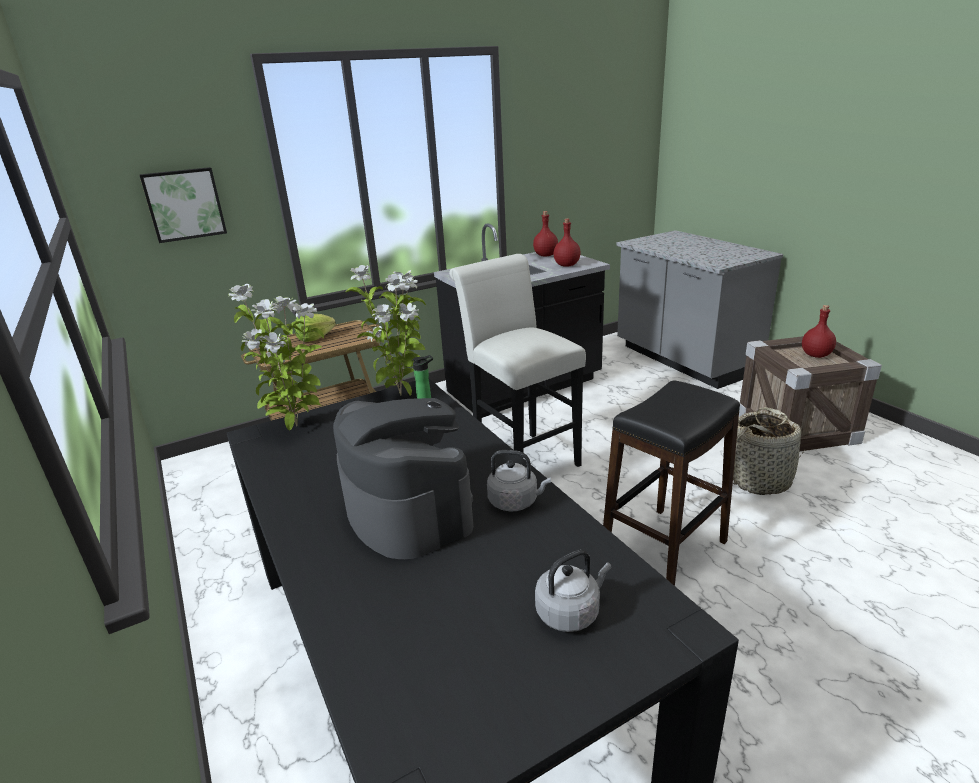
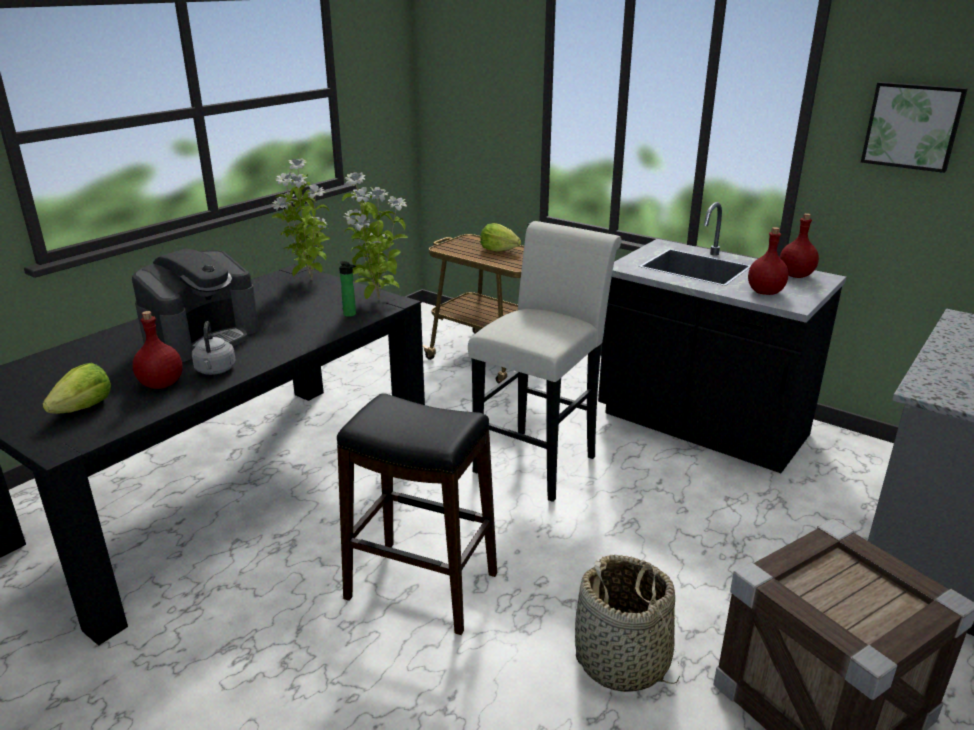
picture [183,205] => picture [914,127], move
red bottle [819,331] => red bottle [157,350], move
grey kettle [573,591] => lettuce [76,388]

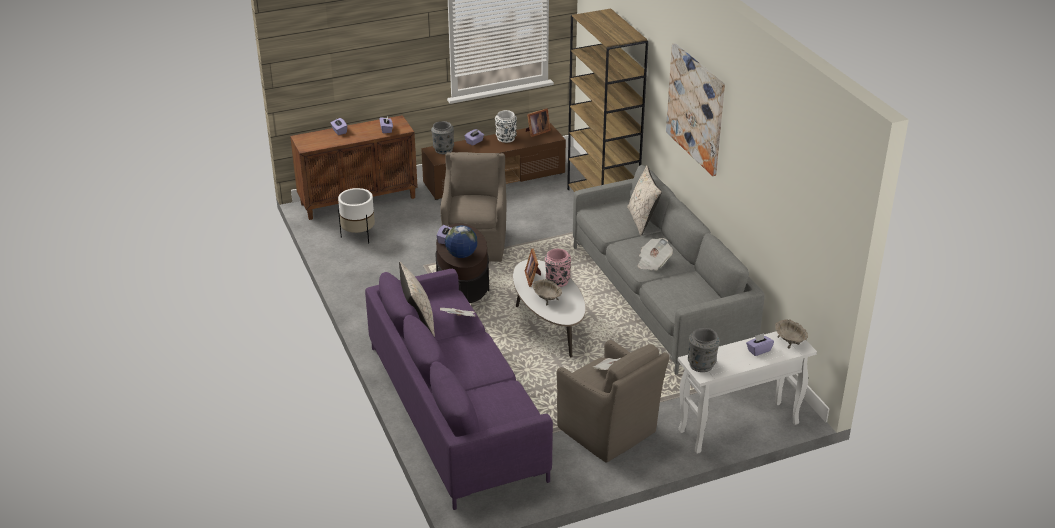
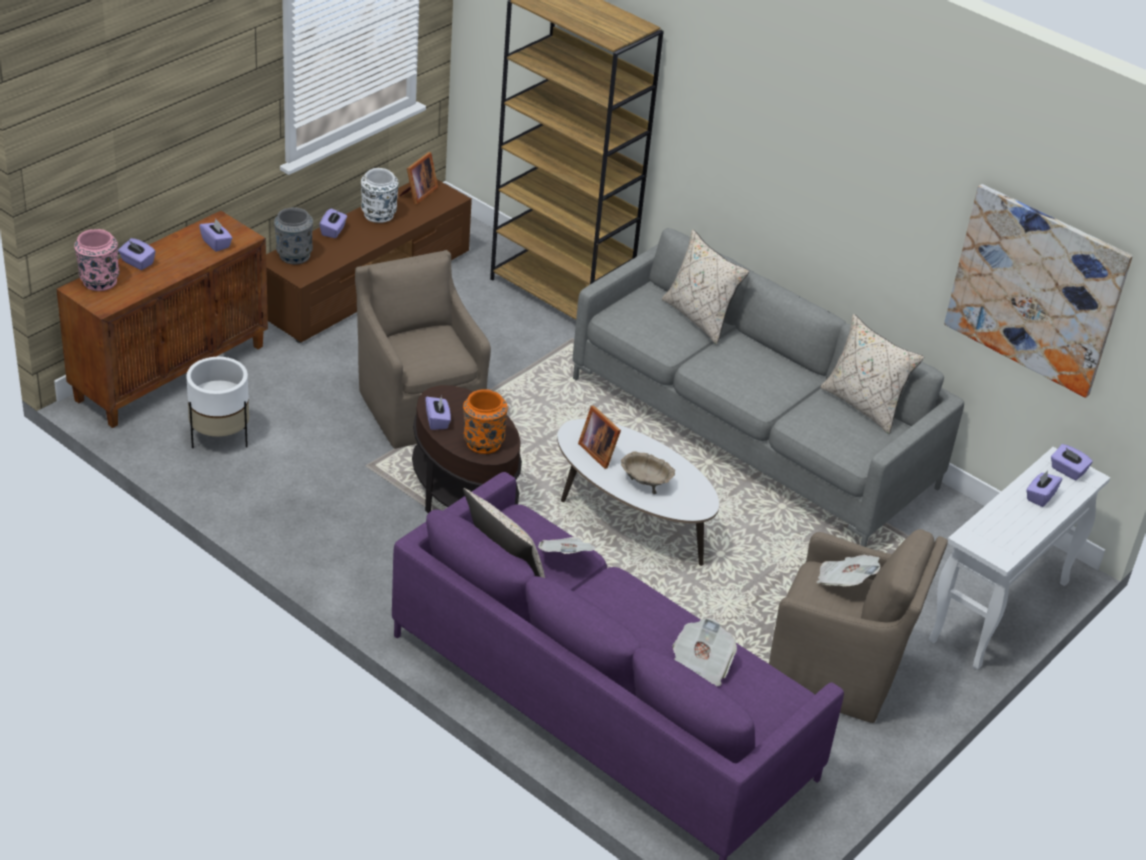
grey vase [704,350] => nothing
nothing => beige pillow [872,374]
pink vase [558,268] => pink vase [97,260], move
newspaper [655,254] => newspaper [705,652], move
picture [695,109] => picture [1038,291], move
globe [461,241] => orange vase [485,421]
beige bowl [791,334] => purple tissue box [1072,462]

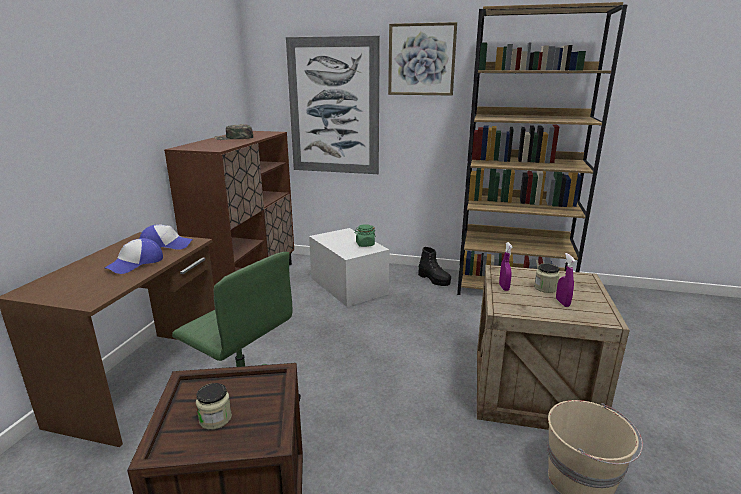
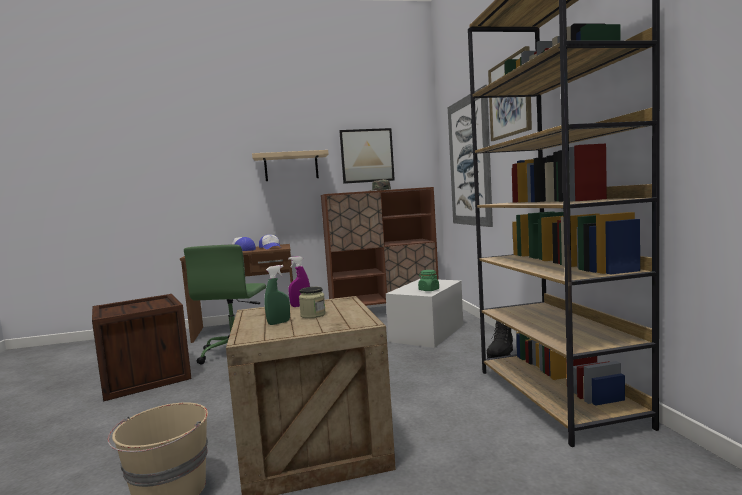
jar [214,406] => nothing
nothing => beige shelf [290,165]
nothing => picture [367,156]
purple spray bottle [565,280] => green spray bottle [277,295]

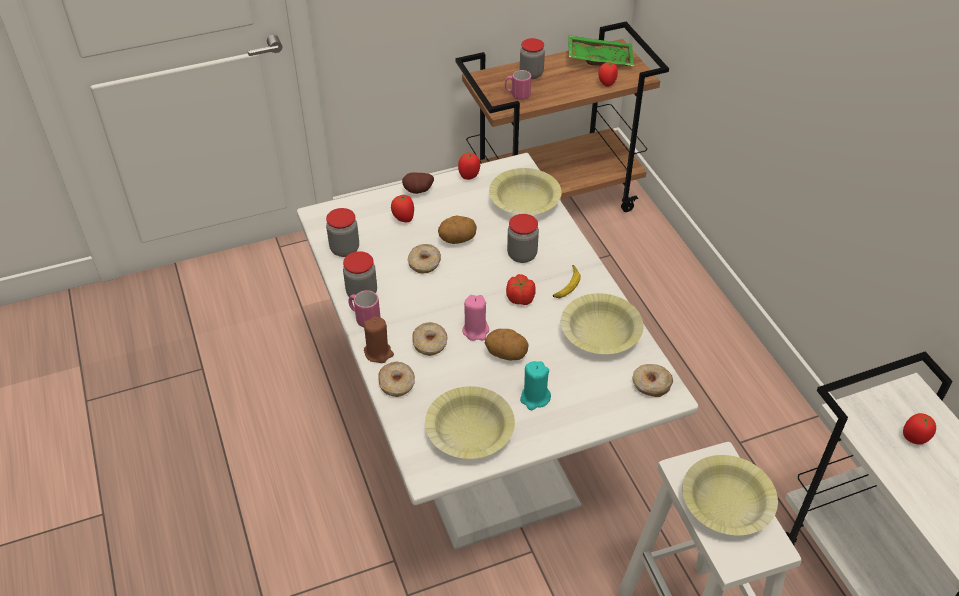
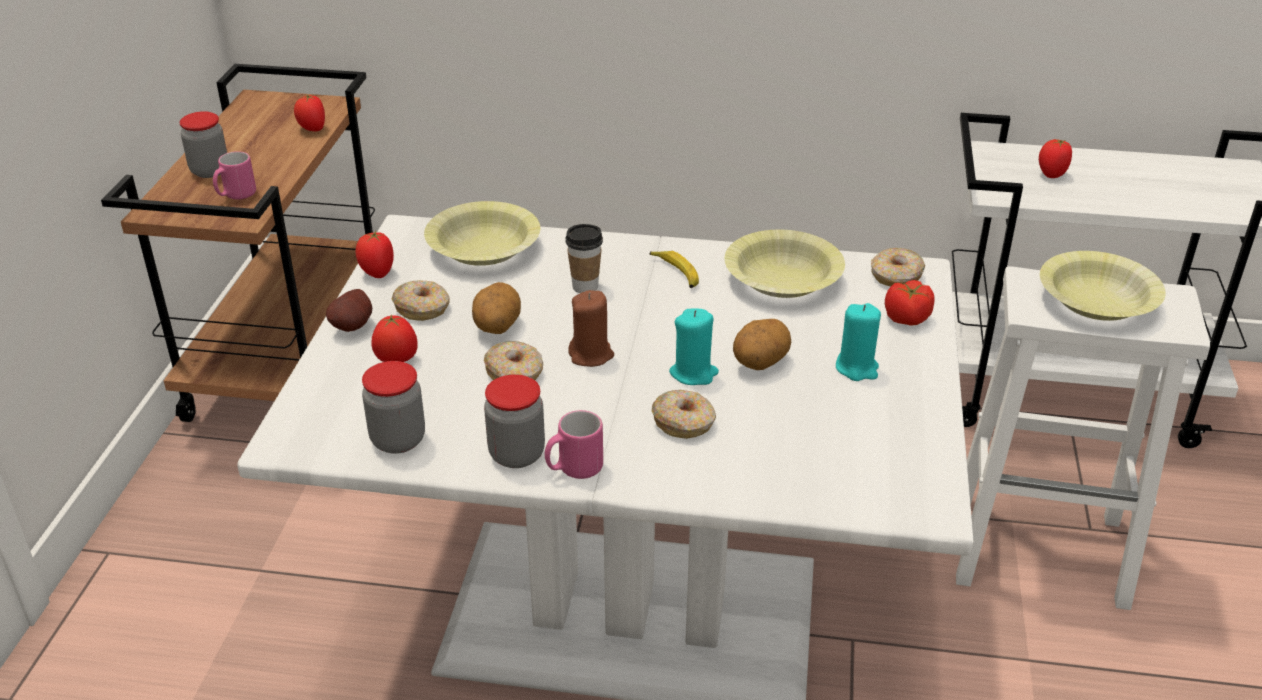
yellow bowl [470,422] => nothing
green tray [601,50] => nothing
brown candle [378,339] => brown candle [591,328], move
donut [396,379] => donut [420,300], move
tomato [521,289] => tomato [910,303], move
jar [523,238] => cup [584,258]
pink candle [475,318] => turquoise candle [694,347]

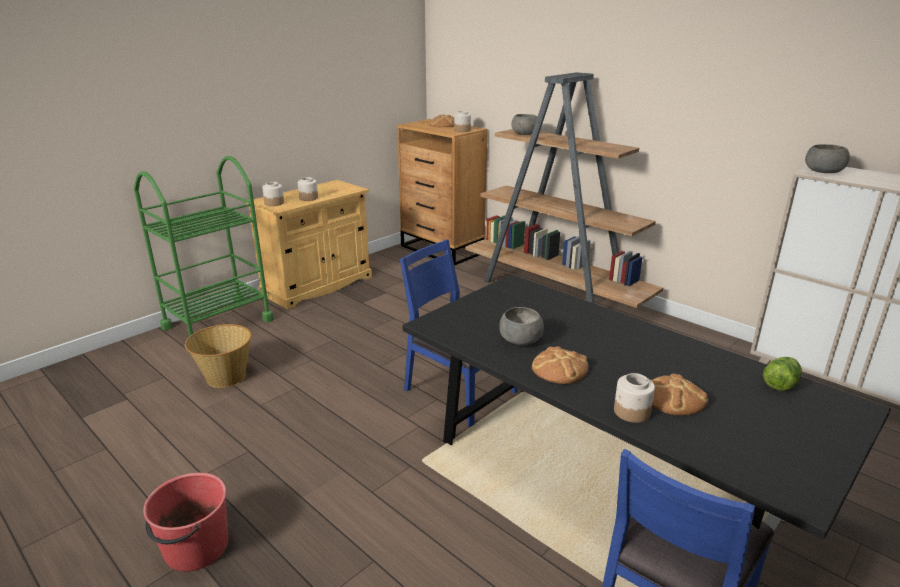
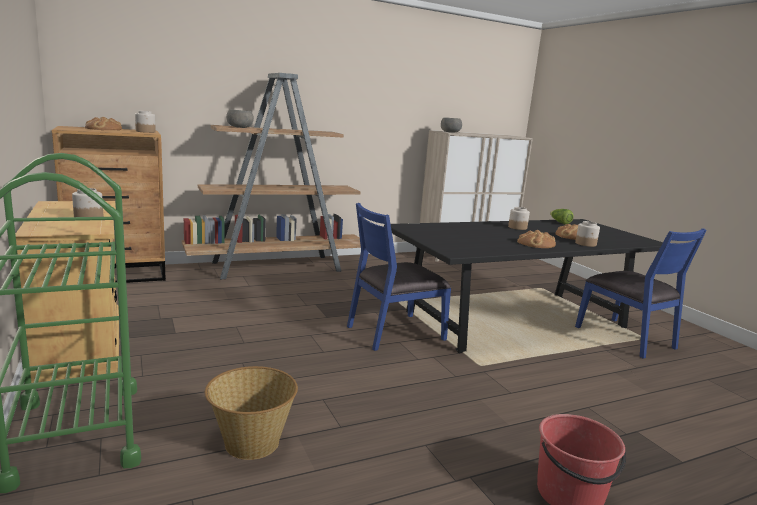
grey bowl [521,326] => nothing
jar [273,194] => jar [519,218], move

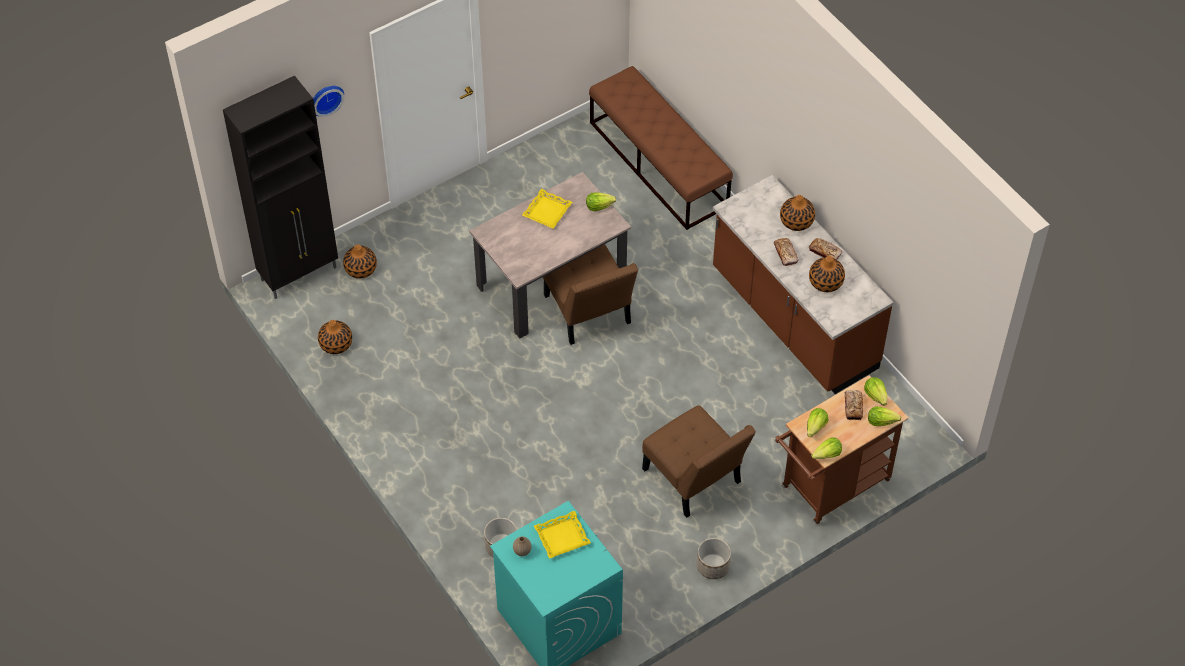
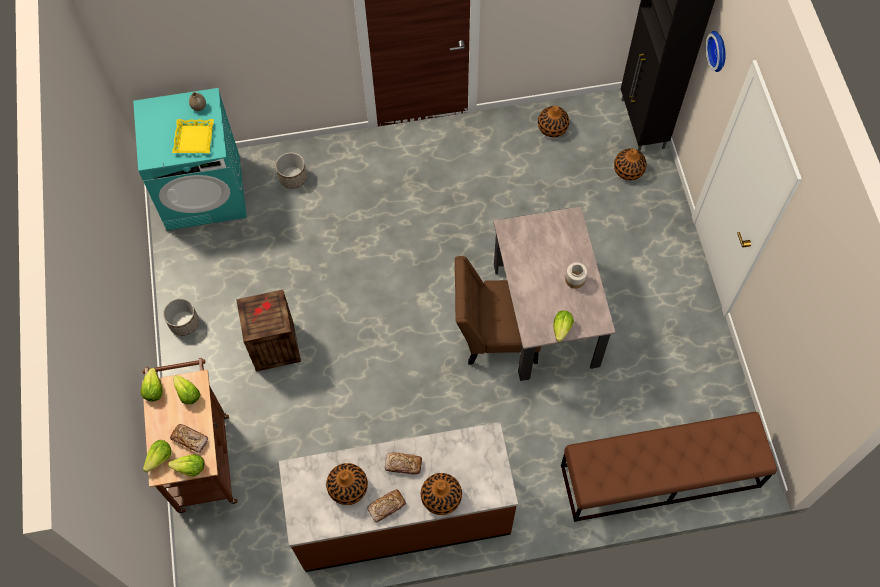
yellow tray [547,209] => jar [576,275]
brown chair [699,461] => crate [268,331]

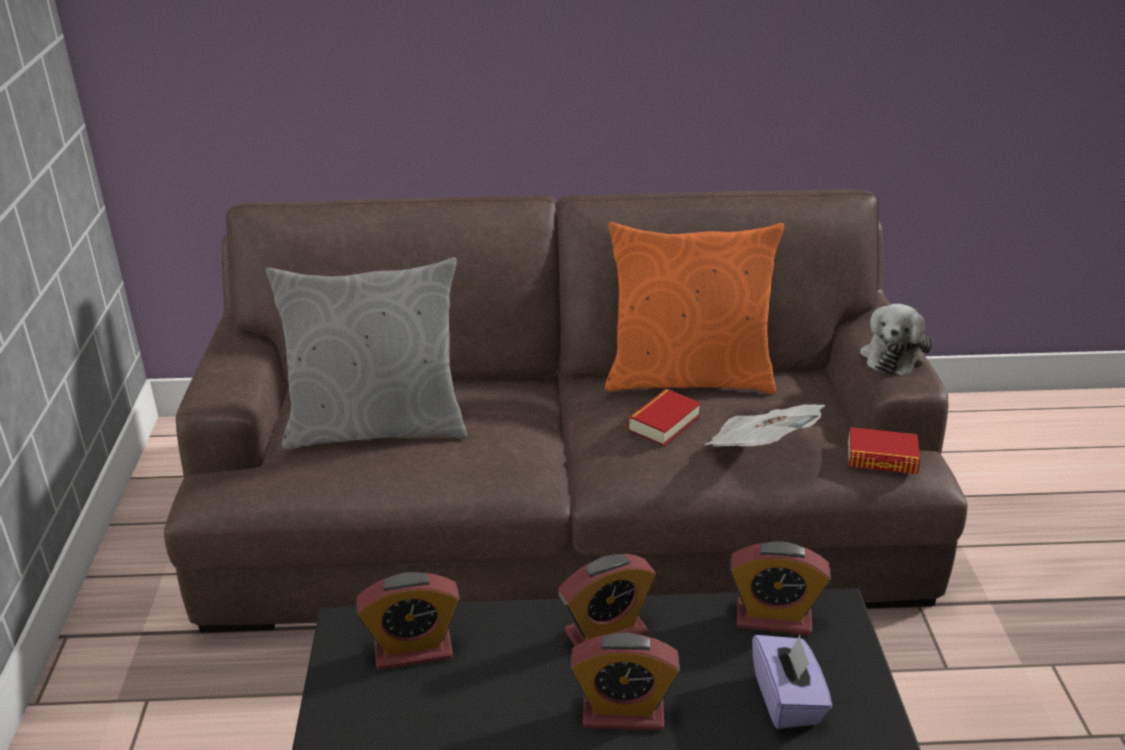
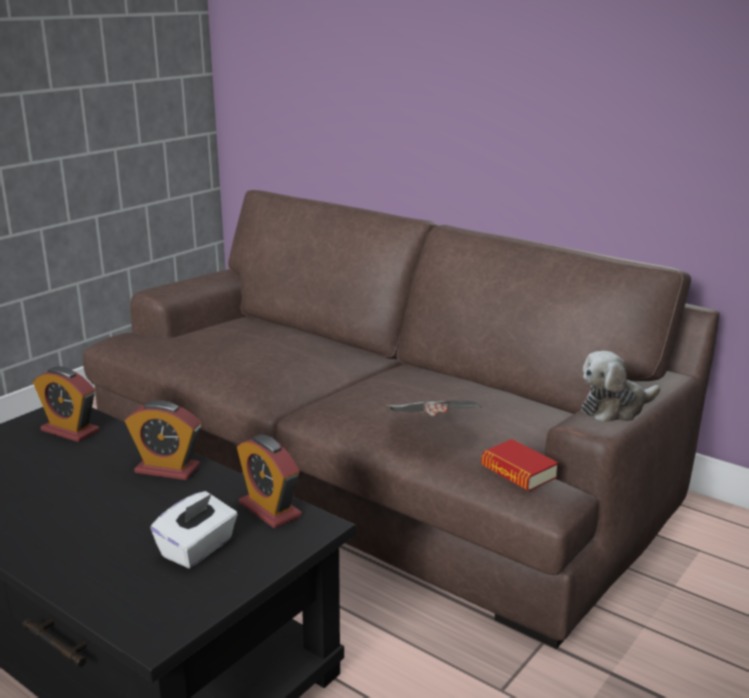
grey pillow [366,353] => nothing
alarm clock [625,681] => nothing
orange pillow [694,308] => nothing
book [664,417] => nothing
purple tissue box [792,682] => white tissue box [194,529]

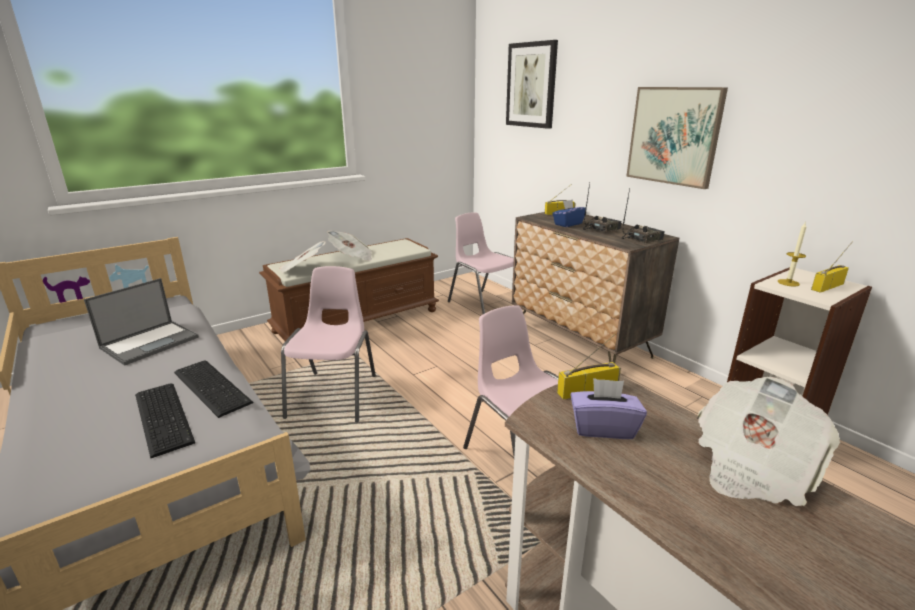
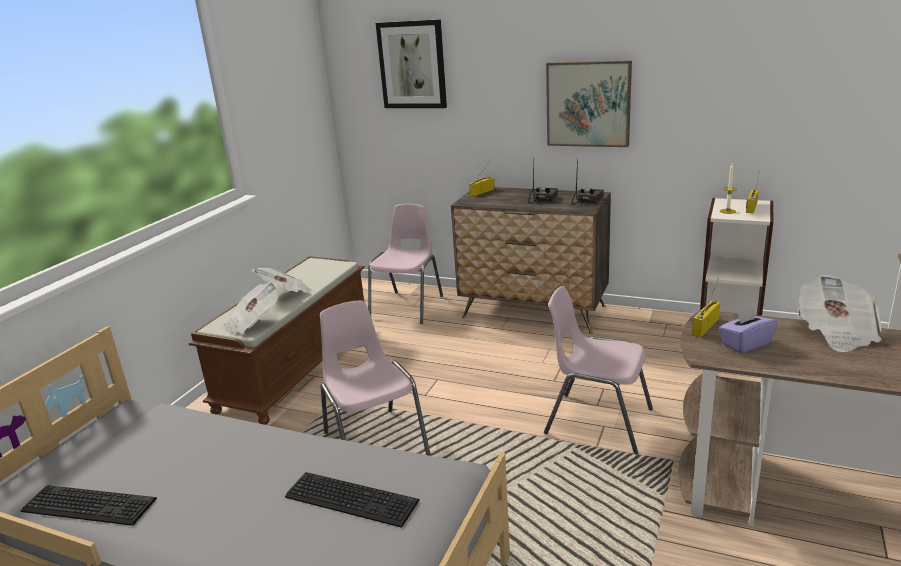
laptop [141,322] => nothing
blue tissue box [569,213] => nothing
keyboard [213,389] => keyboard [89,505], move
pink chair [481,263] => pink chair [405,264], 90 degrees clockwise

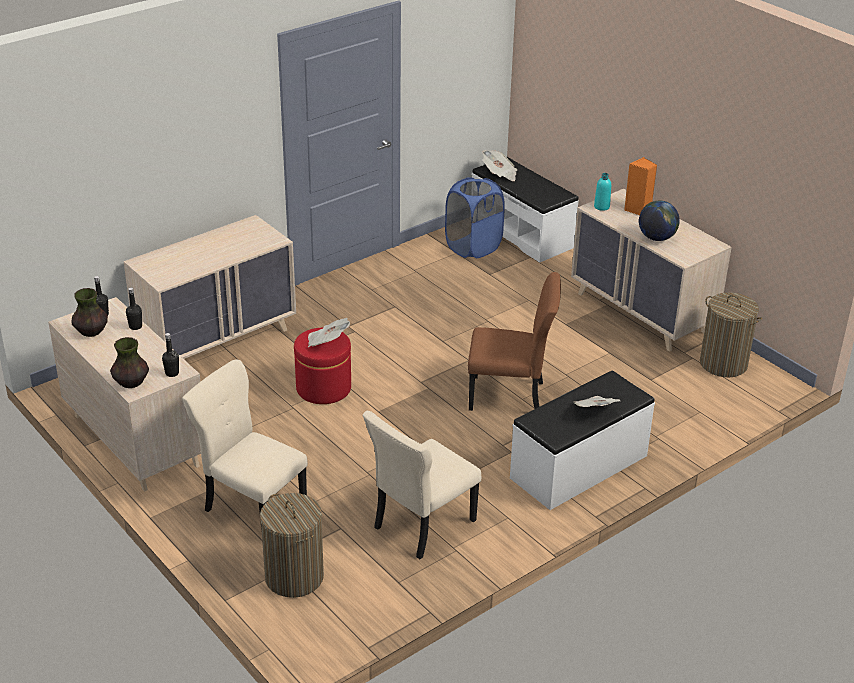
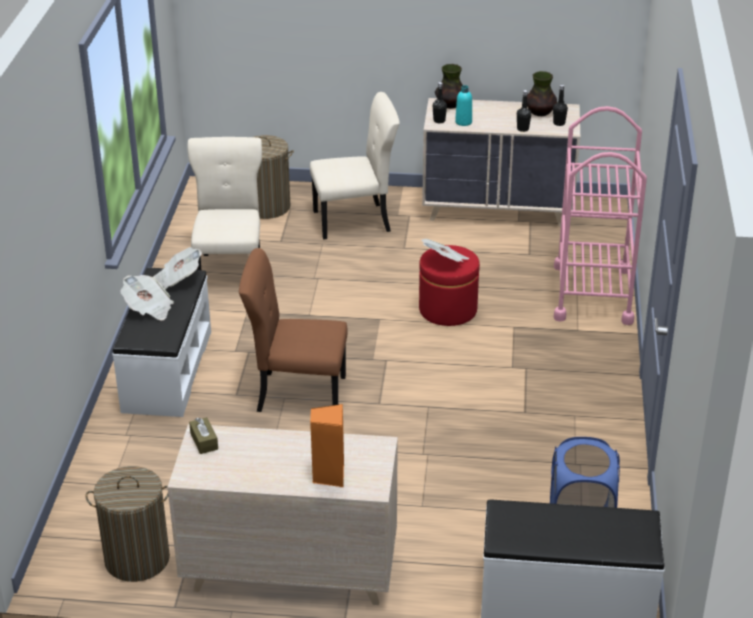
globe [659,220] => nothing
nothing => brown tissue box [203,435]
newspaper [500,165] => newspaper [177,268], move
turquoise bottle [602,192] => turquoise bottle [463,105], move
beige dresser [210,287] => pink cart [600,215]
brown chair [514,341] => brown chair [293,330], 45 degrees clockwise

